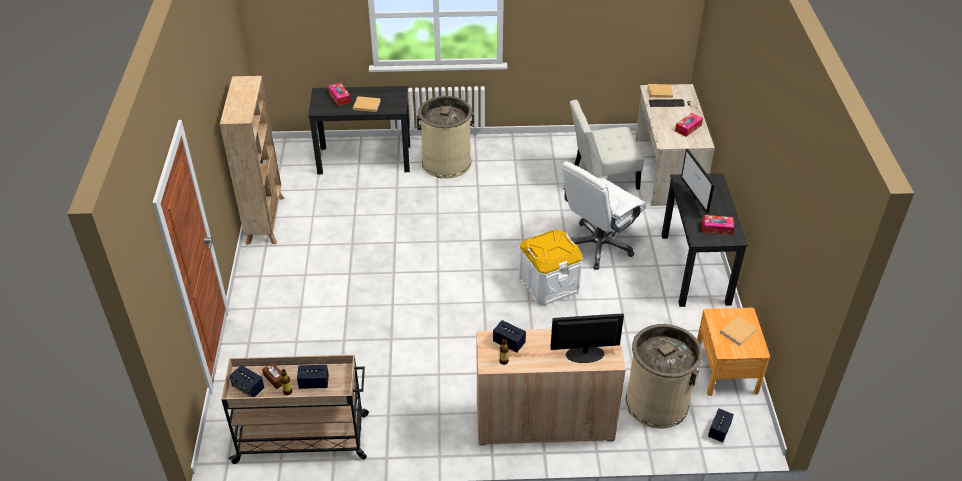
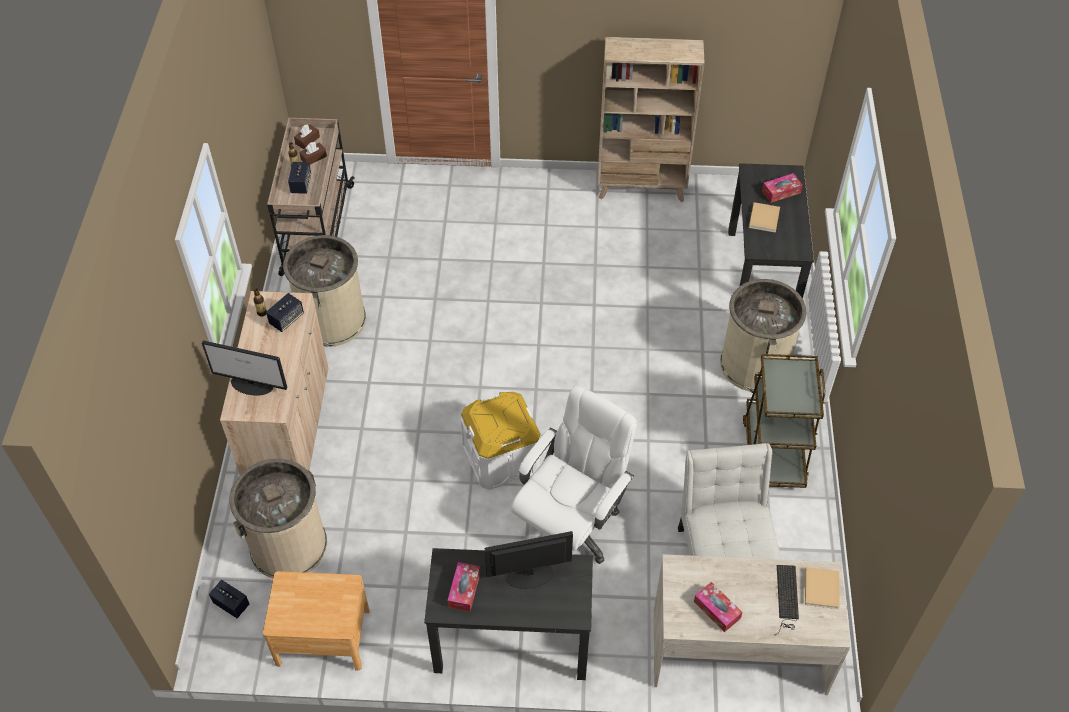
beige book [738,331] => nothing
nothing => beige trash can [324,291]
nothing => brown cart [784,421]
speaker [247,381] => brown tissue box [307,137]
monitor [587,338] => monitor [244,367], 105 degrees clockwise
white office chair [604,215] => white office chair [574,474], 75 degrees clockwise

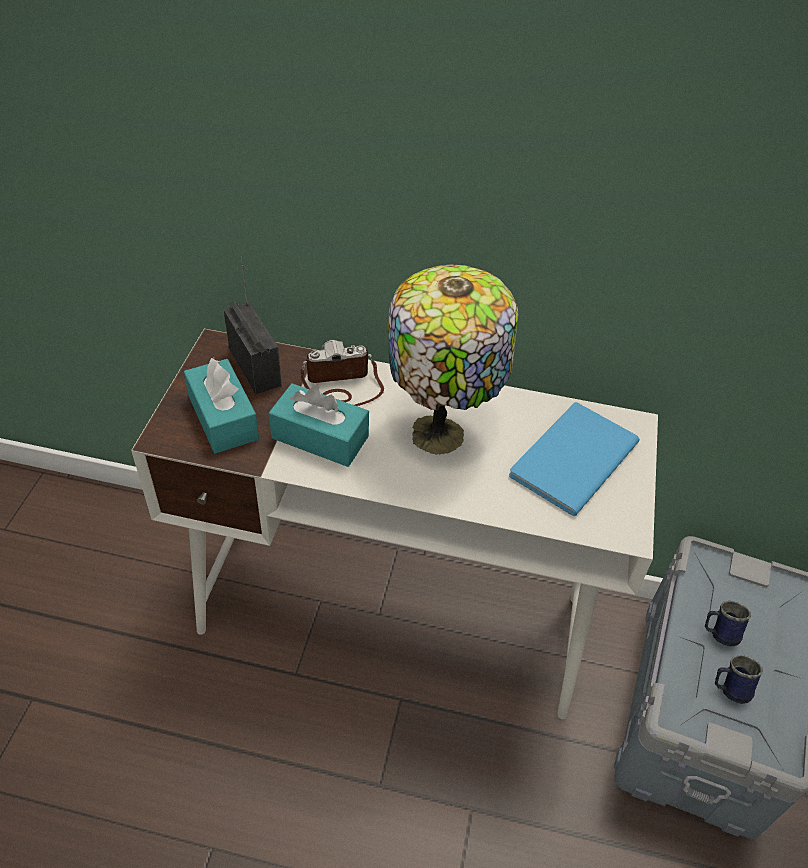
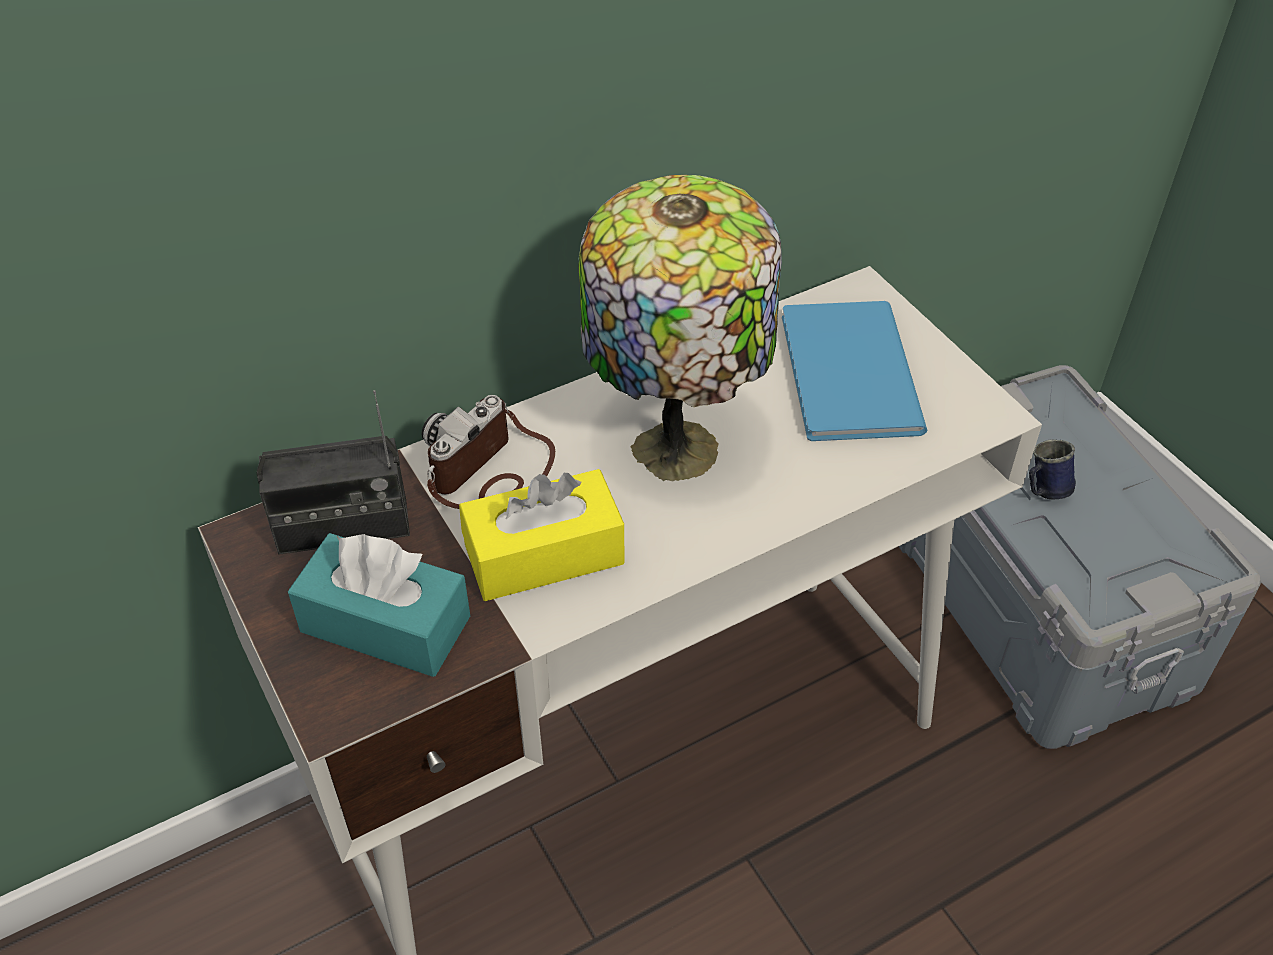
blue mug [739,679] => nothing
turquoise tissue box [319,425] => yellow tissue box [542,535]
radio [253,325] => radio [333,472], 150 degrees clockwise

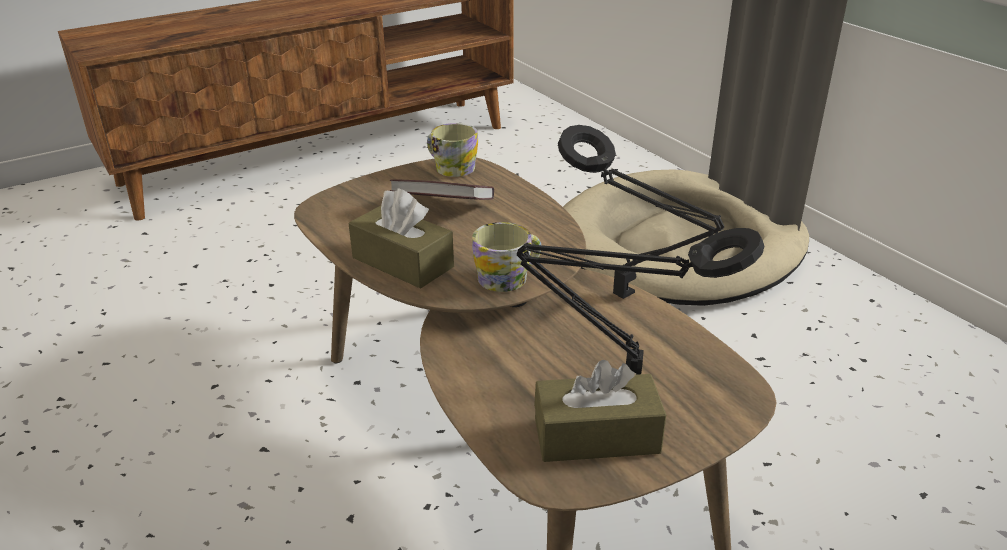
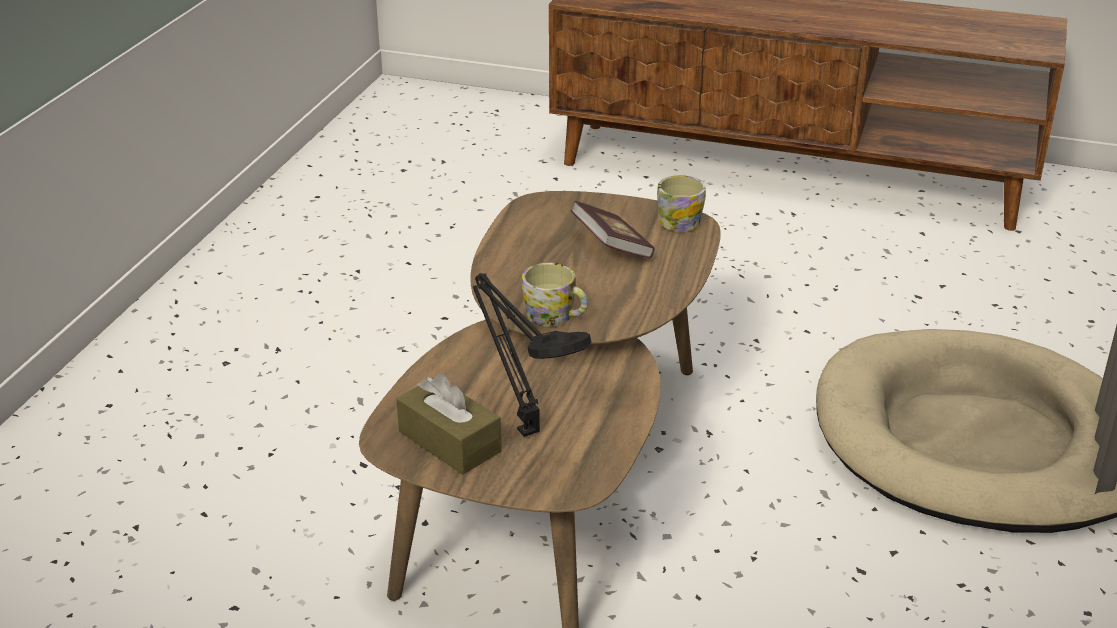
brown tissue box [401,238] => nothing
black table lamp [641,212] => nothing

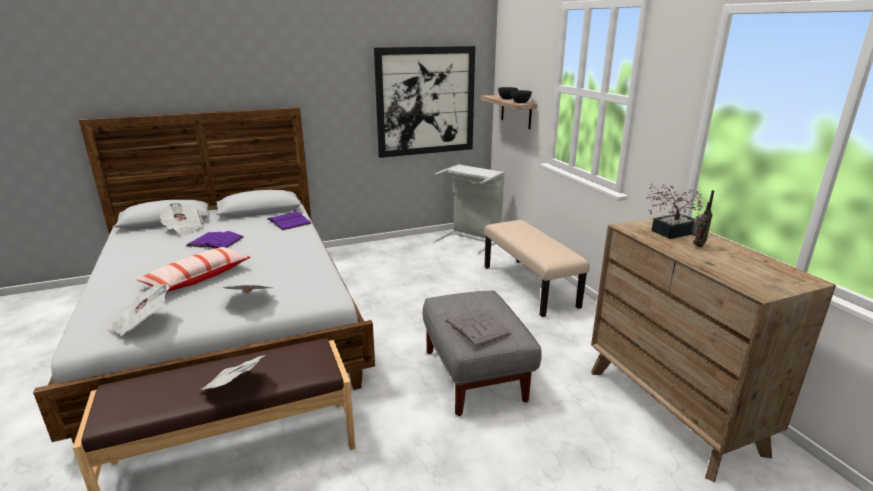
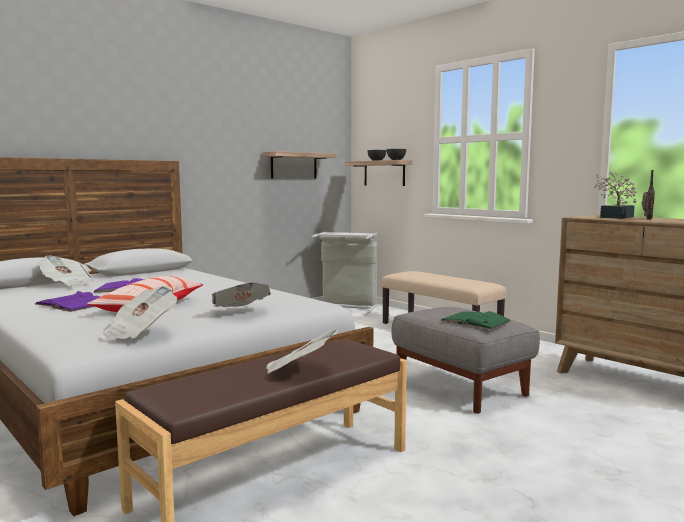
purple book [290,221] => purple book [68,301], move
picture [424,102] => shelf [299,164]
grey book [478,328] => green book [475,320]

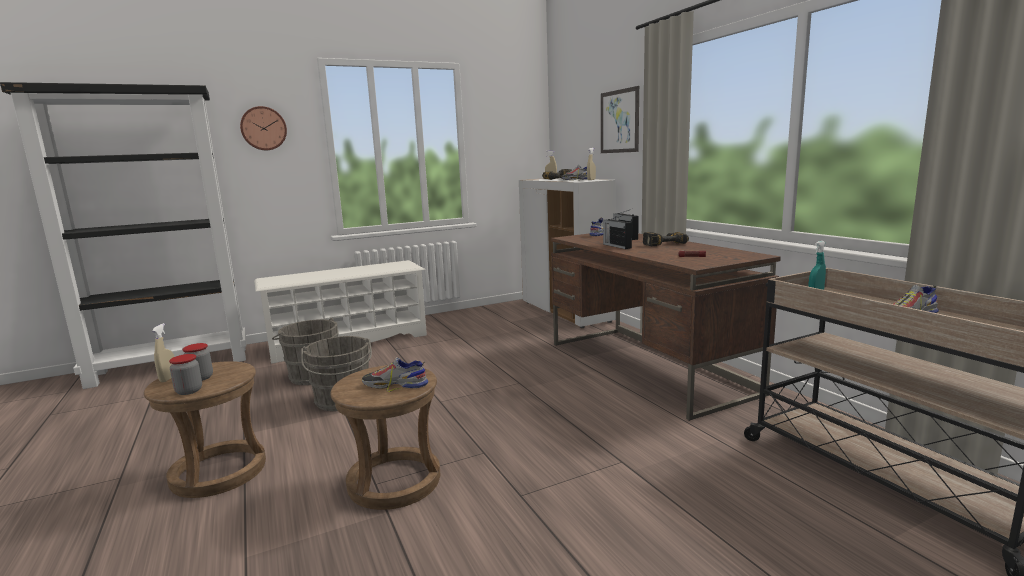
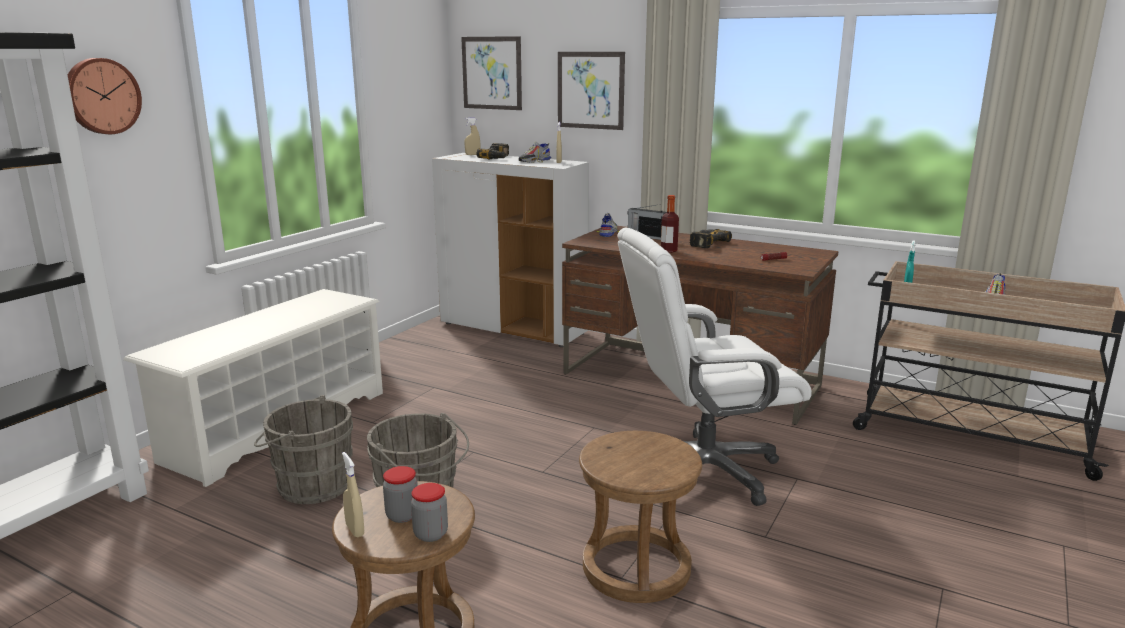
shoe [395,374] => nothing
nothing => picture [491,73]
nothing => white office chair [714,366]
radio [617,232] => bottle [670,224]

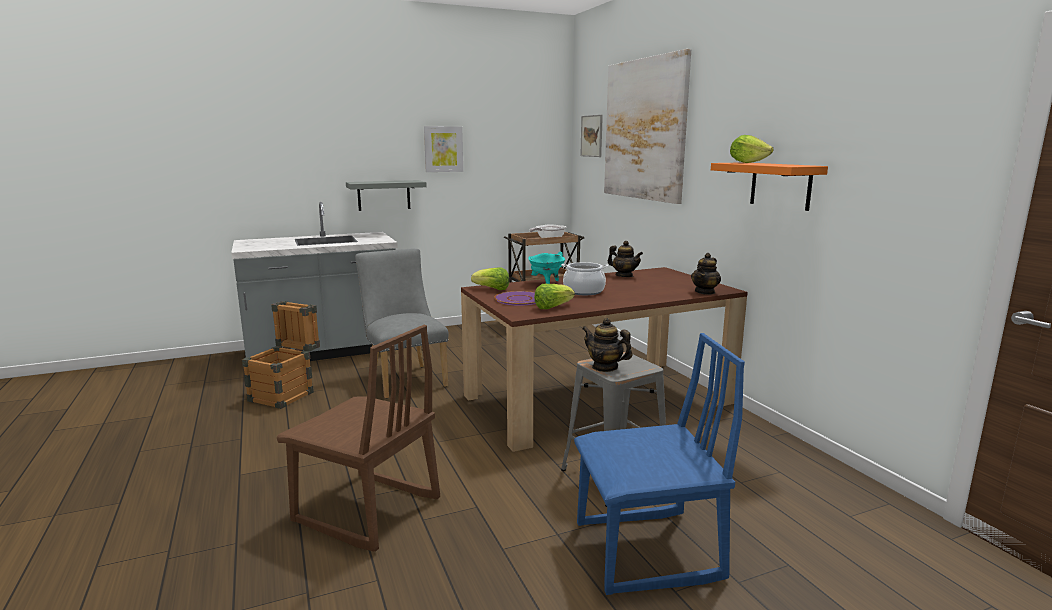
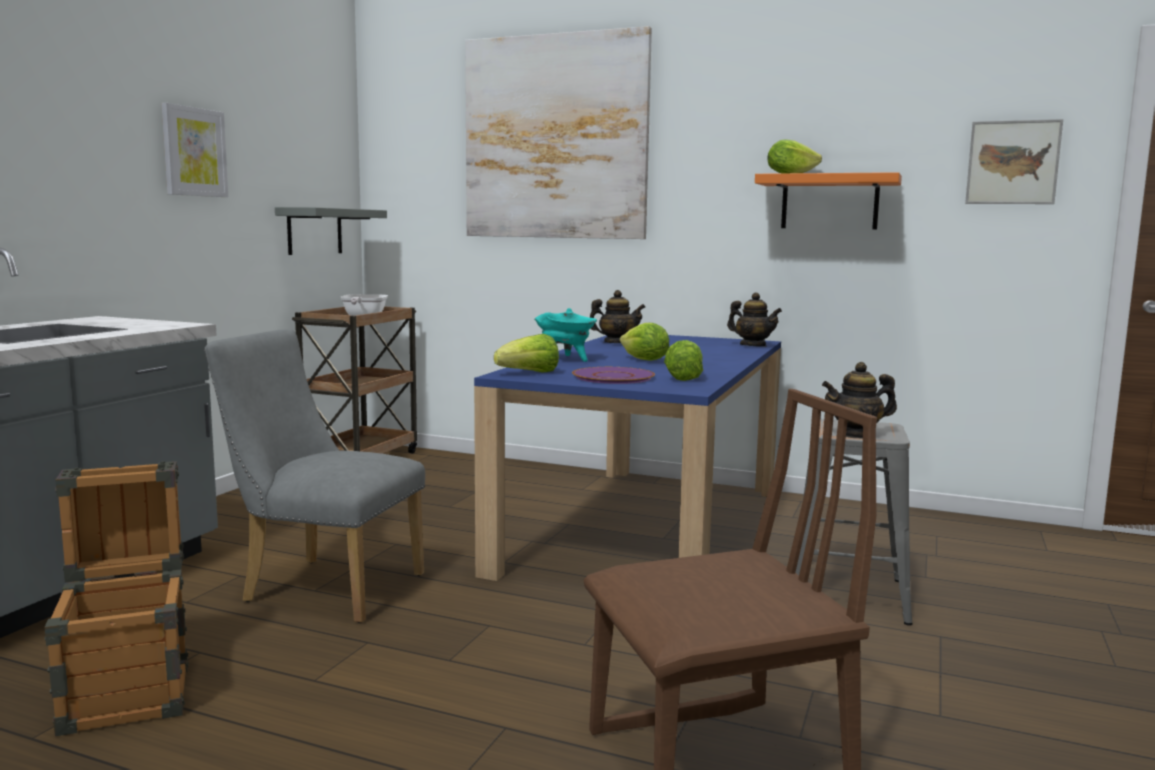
blue chair [659,464] => nothing
grey shelf [386,195] => grey shelf [331,231], move
picture [591,136] => picture [1014,161], move
cooking pot [584,278] => lettuce [644,342]
brown dining table [604,359] => blue dining table [627,458]
teapot [706,274] => teapot [754,319], 45 degrees counterclockwise

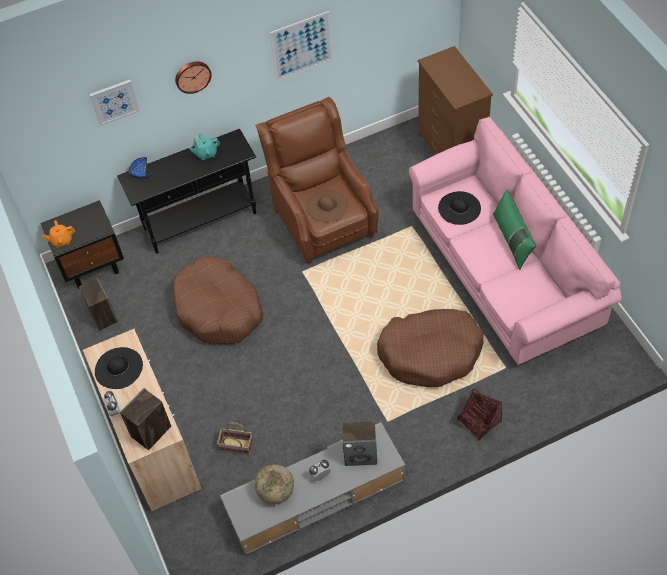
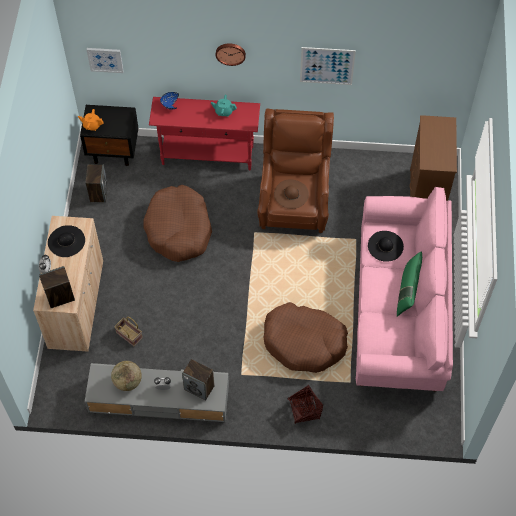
picture [114,103] => picture [105,60], move
black console table [186,191] => red console table [204,133]

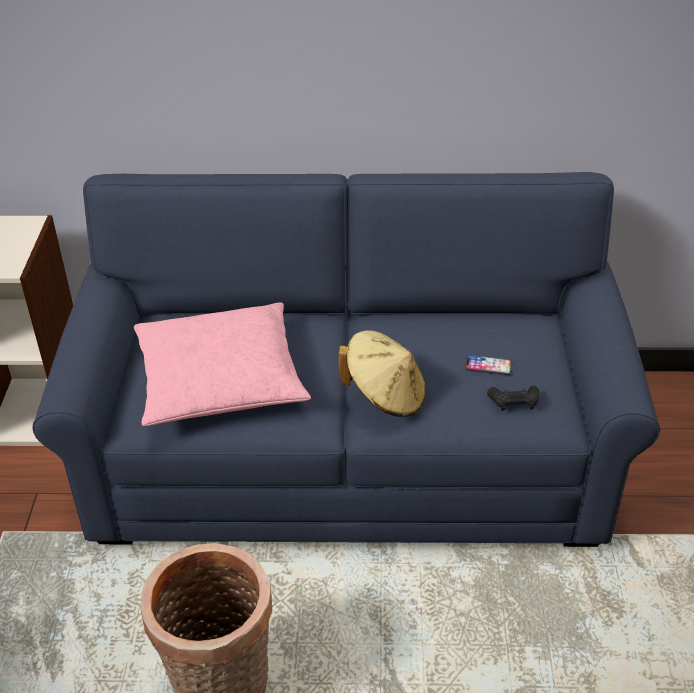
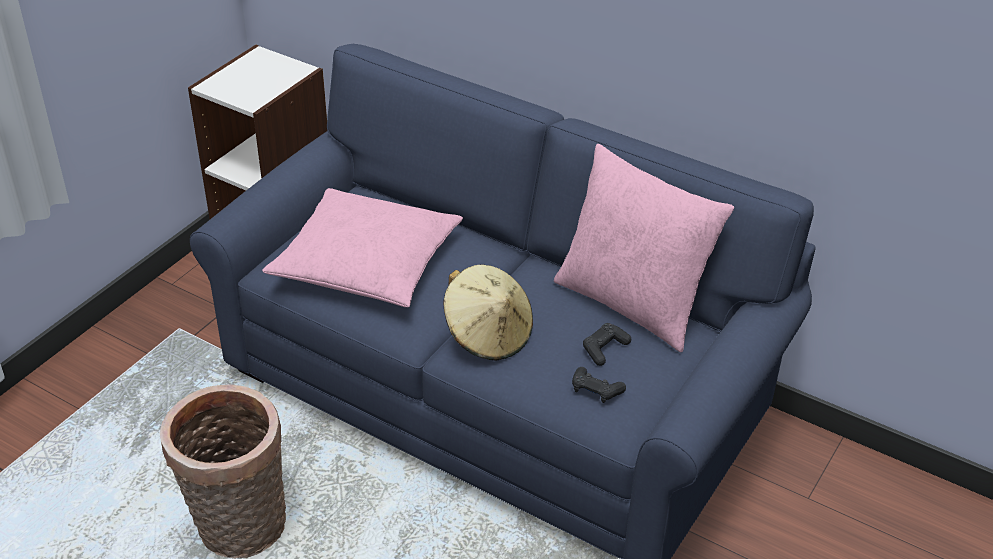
nothing => pink pillow [644,248]
phone [488,365] => black game controller [607,344]

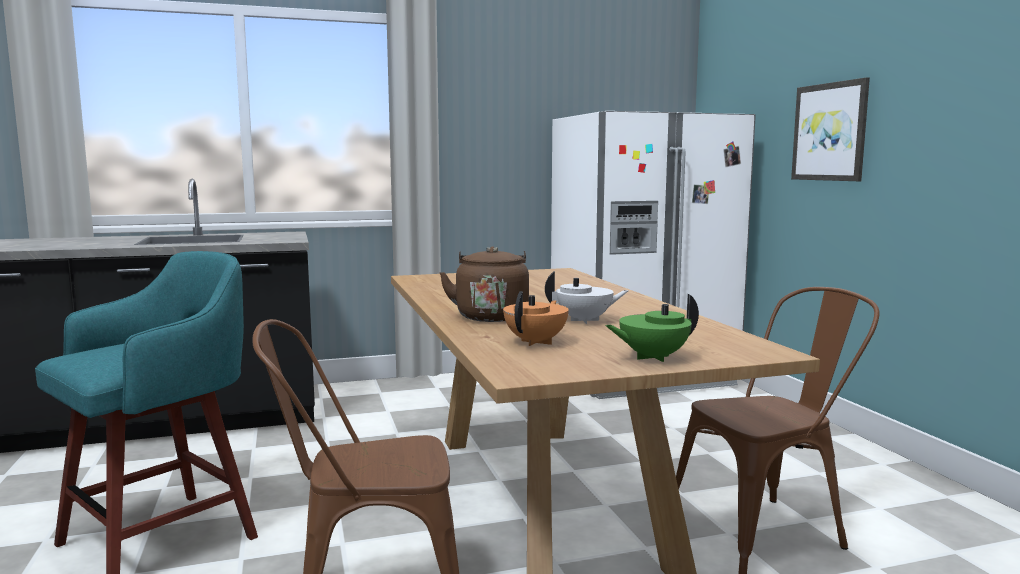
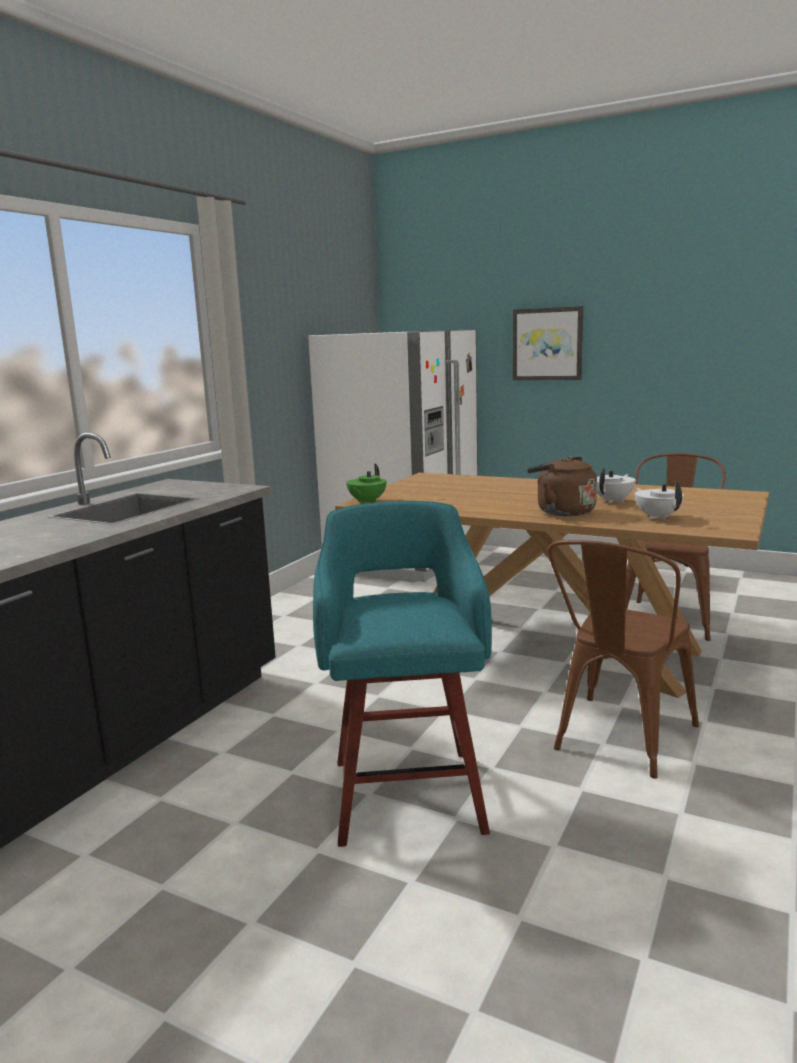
green teapot [652,328] => green teapot [366,484], move
orange teapot [536,318] => white teapot [659,500]

